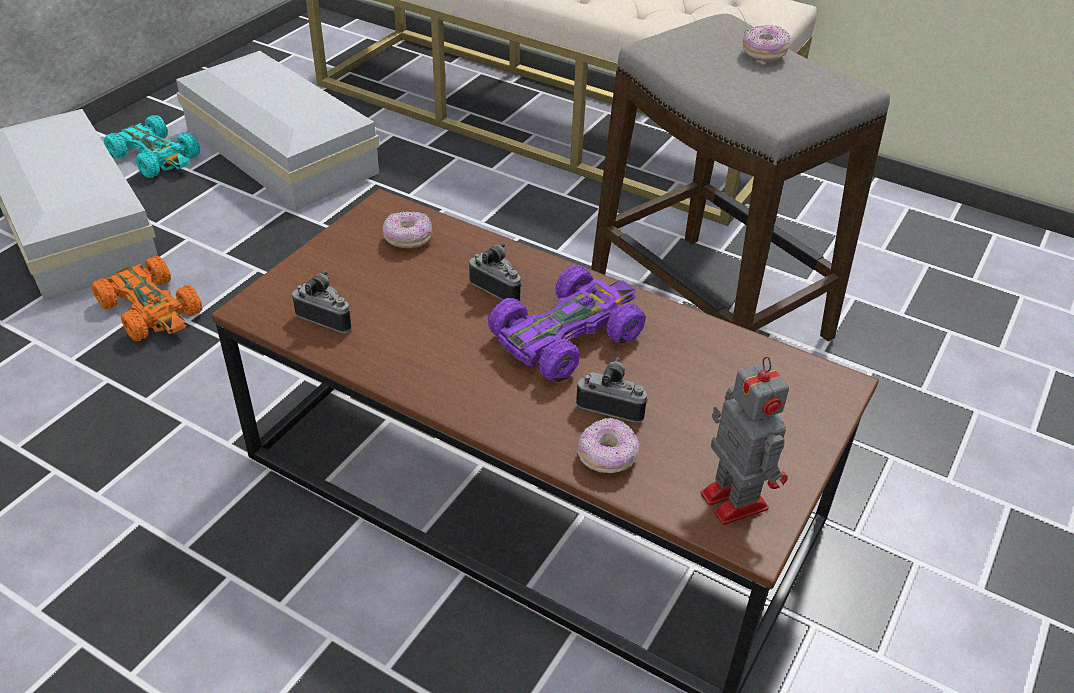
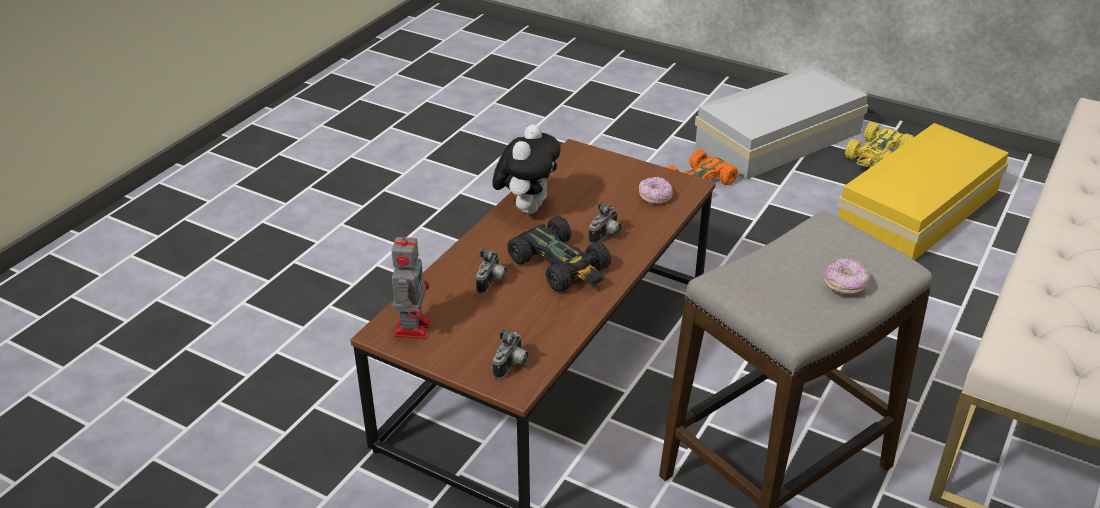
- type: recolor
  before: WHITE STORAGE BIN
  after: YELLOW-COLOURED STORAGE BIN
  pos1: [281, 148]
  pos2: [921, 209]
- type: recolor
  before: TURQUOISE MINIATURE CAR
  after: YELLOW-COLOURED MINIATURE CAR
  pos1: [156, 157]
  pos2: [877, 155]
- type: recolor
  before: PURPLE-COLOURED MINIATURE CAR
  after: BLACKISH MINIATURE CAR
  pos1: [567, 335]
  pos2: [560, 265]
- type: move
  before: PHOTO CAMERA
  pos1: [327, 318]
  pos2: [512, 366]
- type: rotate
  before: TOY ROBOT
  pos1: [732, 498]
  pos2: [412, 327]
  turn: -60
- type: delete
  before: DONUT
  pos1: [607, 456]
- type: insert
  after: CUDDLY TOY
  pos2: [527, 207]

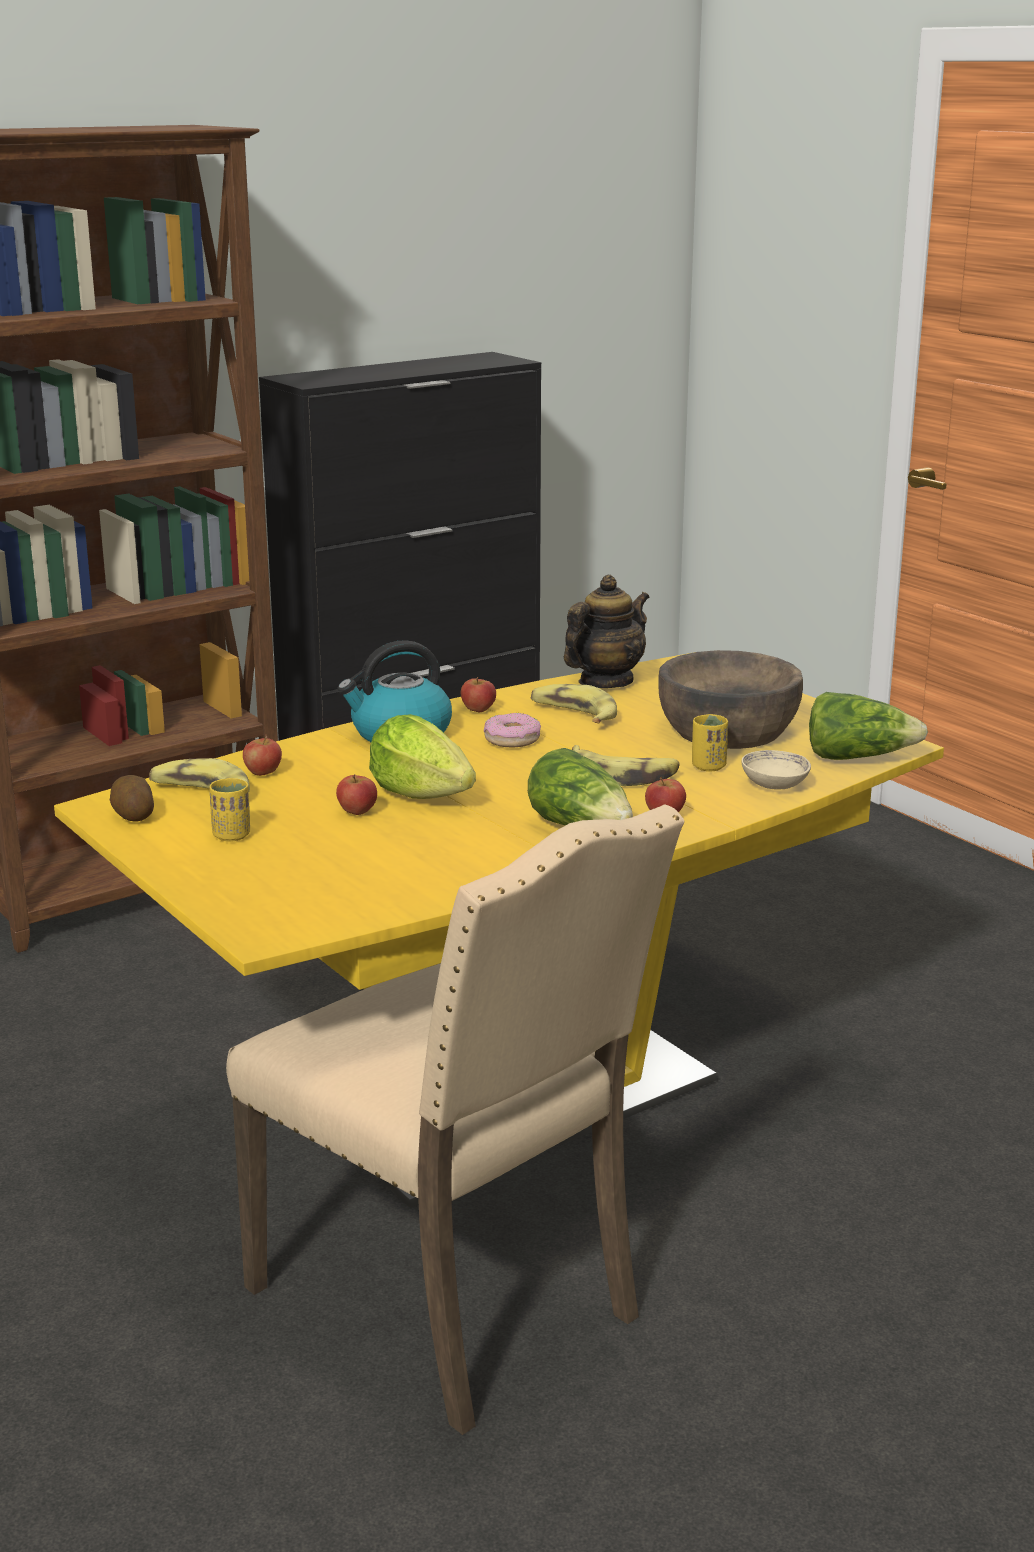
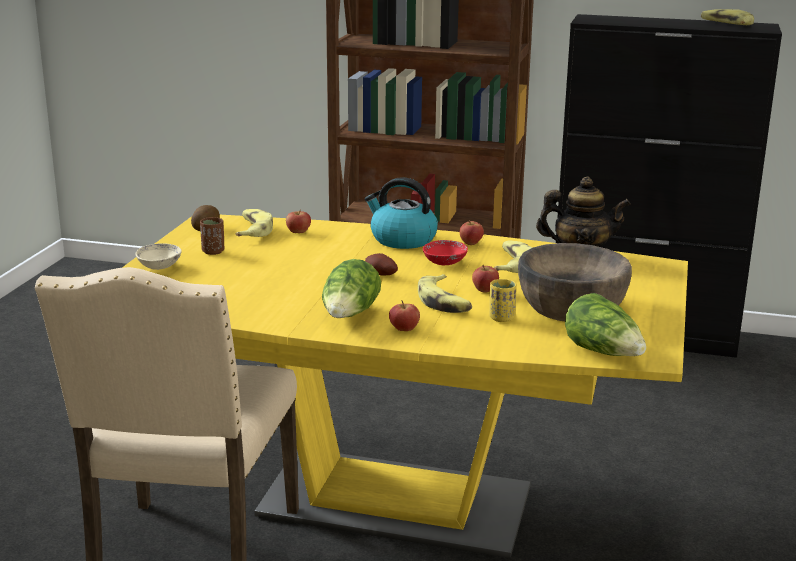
- type: replace
  before: DONUT
  after: REDDISH SERVING BOWL
  pos1: [512, 739]
  pos2: [444, 263]
- type: delete
  before: HEAD OF LETTUCE
  pos1: [421, 794]
- type: move
  before: BEIGE-COLOURED SERVING BOWL
  pos1: [774, 785]
  pos2: [159, 267]
- type: move
  before: APPLE FRUIT
  pos1: [357, 812]
  pos2: [485, 290]
- type: recolor
  before: YELLOW-COLOURED DRINKING CUP
  after: BROWN DRINKING CUP
  pos1: [231, 835]
  pos2: [213, 251]
- type: insert
  after: WHOLE BANANA
  pos2: [726, 24]
- type: insert
  after: WHOLE POTATO
  pos2: [380, 275]

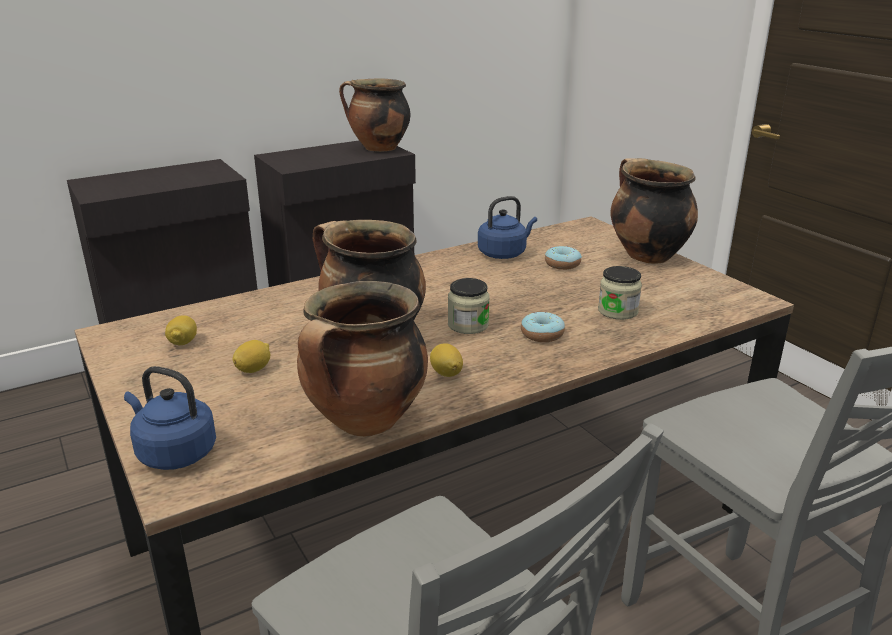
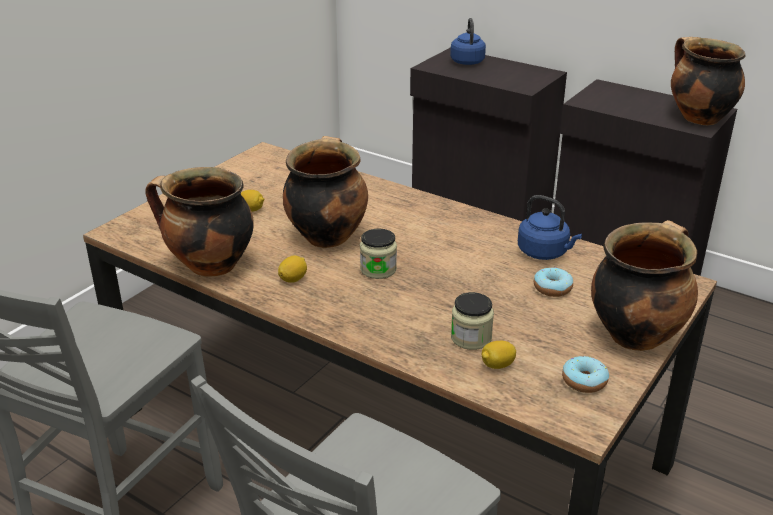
- type: move
  before: DONUT
  pos1: [542, 334]
  pos2: [584, 381]
- type: move
  before: CITRUS FRUIT
  pos1: [183, 342]
  pos2: [497, 365]
- type: move
  before: BLUISH TEA KETTLE
  pos1: [174, 453]
  pos2: [467, 61]

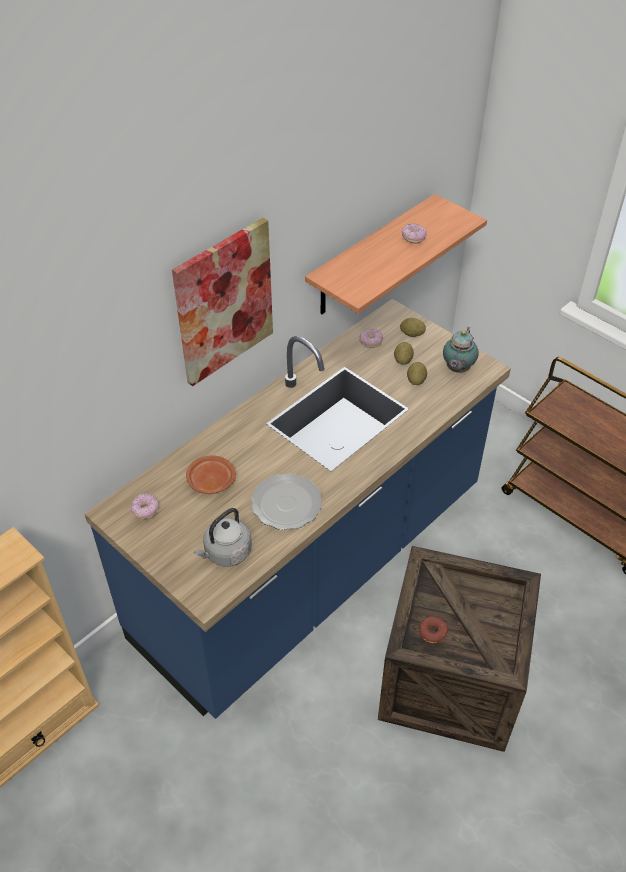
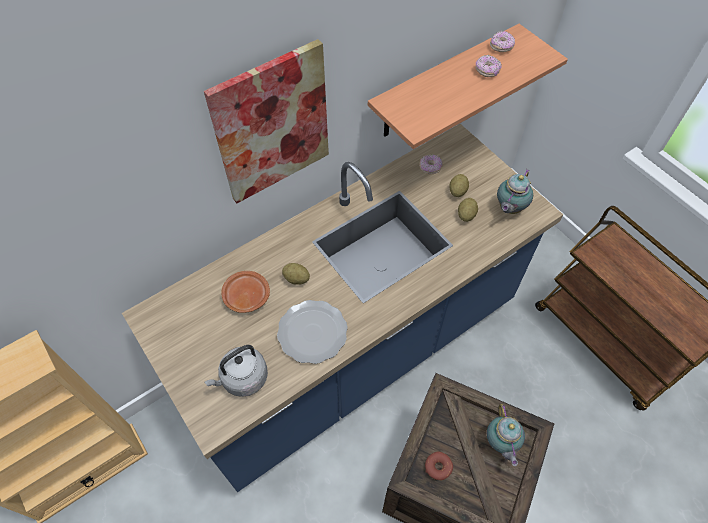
- type: move
  before: WHOLE POTATO
  pos1: [412, 334]
  pos2: [296, 279]
- type: move
  before: DONUT
  pos1: [145, 510]
  pos2: [501, 47]
- type: insert
  after: POT FOR TEA
  pos2: [500, 443]

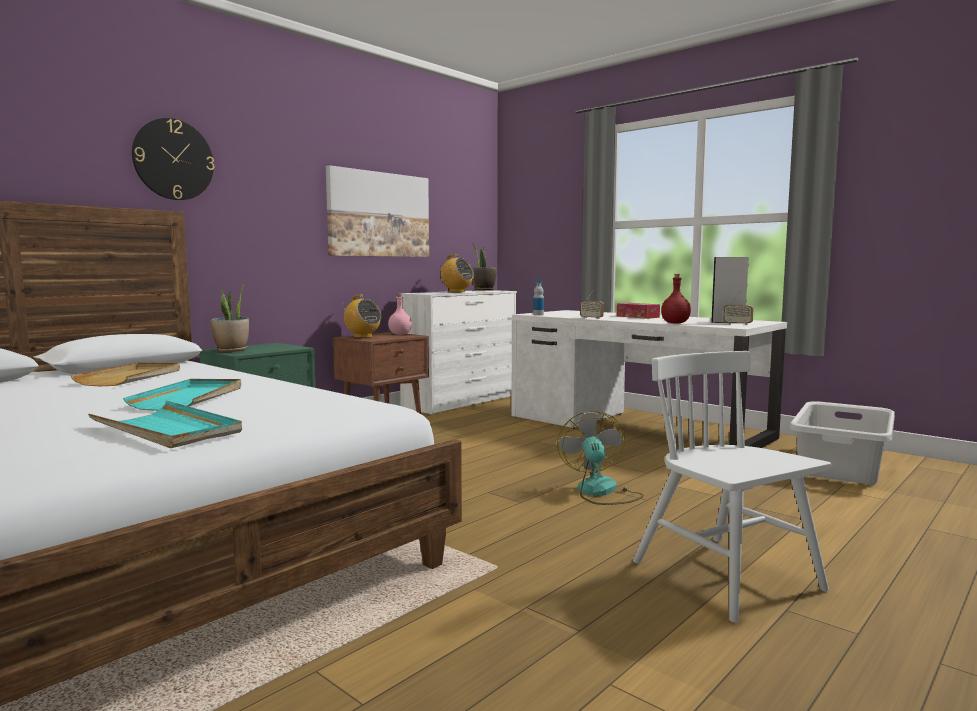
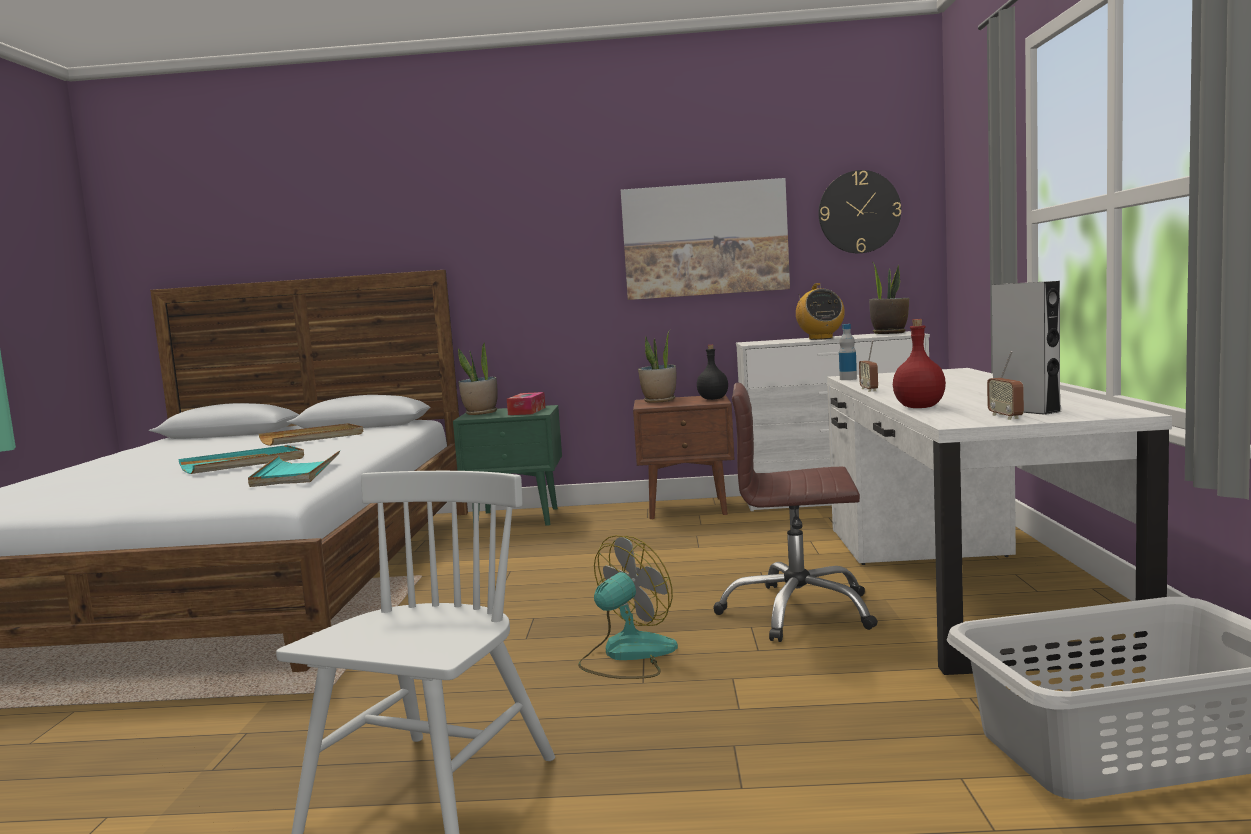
- type: move
  before: WALL CLOCK
  pos1: [173, 159]
  pos2: [859, 212]
- type: recolor
  before: PINK-COLOURED BEVERAGE BOTTLE
  after: BLACKISH BEVERAGE BOTTLE
  pos1: [400, 334]
  pos2: [713, 399]
- type: replace
  before: RADIO
  after: PLANT IN A POT
  pos1: [362, 337]
  pos2: [659, 401]
- type: move
  before: TISSUE HOLDER
  pos1: [637, 317]
  pos2: [527, 411]
- type: move
  before: TURQUOISE TRAY
  pos1: [167, 430]
  pos2: [295, 473]
- type: insert
  after: BROWN OFFICE CHAIR
  pos2: [797, 612]

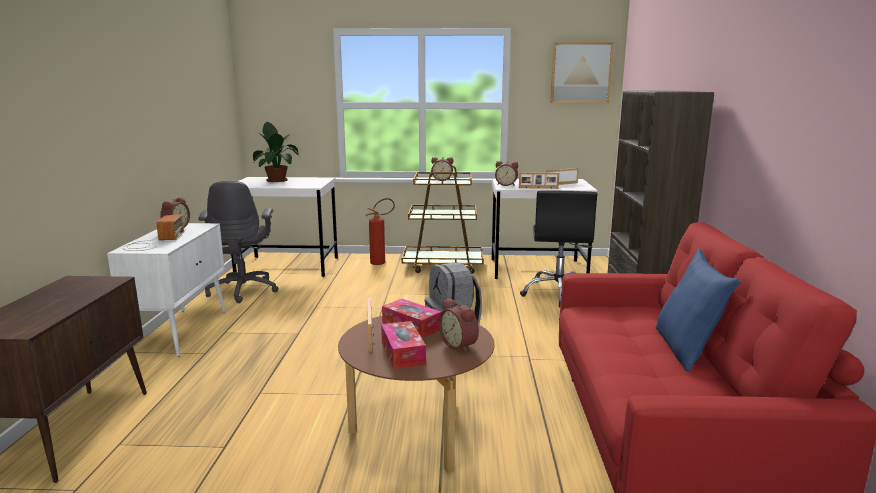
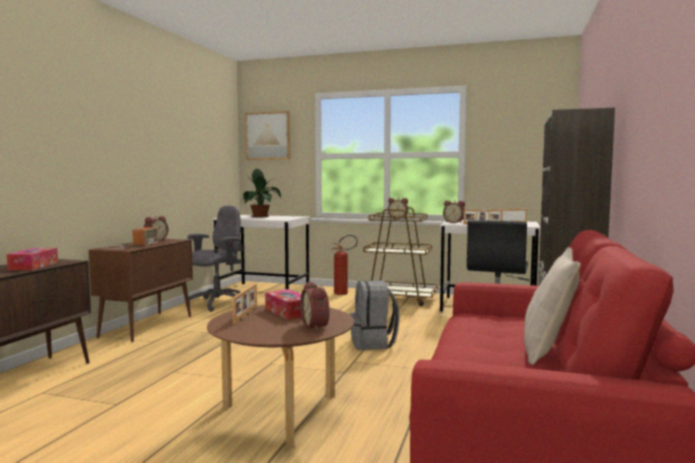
- type: move
  before: PICTURE
  pos1: [581, 72]
  pos2: [268, 136]
- type: rotate
  before: GREYISH OFFICE CHAIR
  pos1: [244, 290]
  pos2: [216, 304]
  turn: -150
- type: recolor
  before: WHITE CUPBOARD
  after: BROWN CUPBOARD
  pos1: [181, 331]
  pos2: [147, 326]
- type: recolor
  before: BLUISH CUSHION
  after: BEIGE-COLOURED CUSHION
  pos1: [687, 349]
  pos2: [548, 349]
- type: move
  before: TISSUE HOLDER
  pos1: [402, 353]
  pos2: [33, 266]

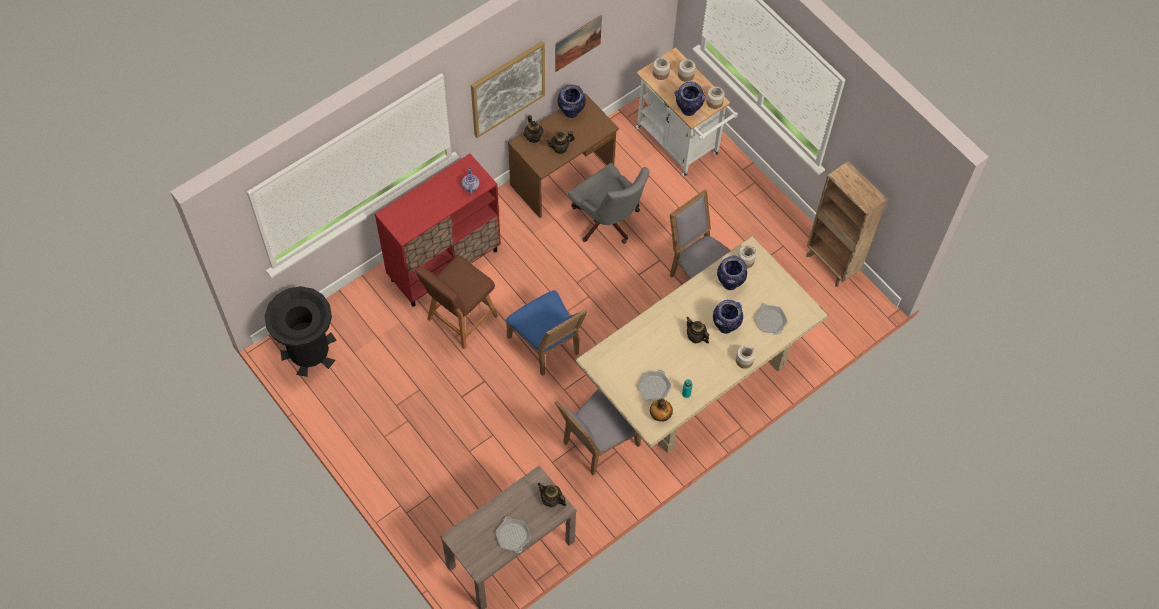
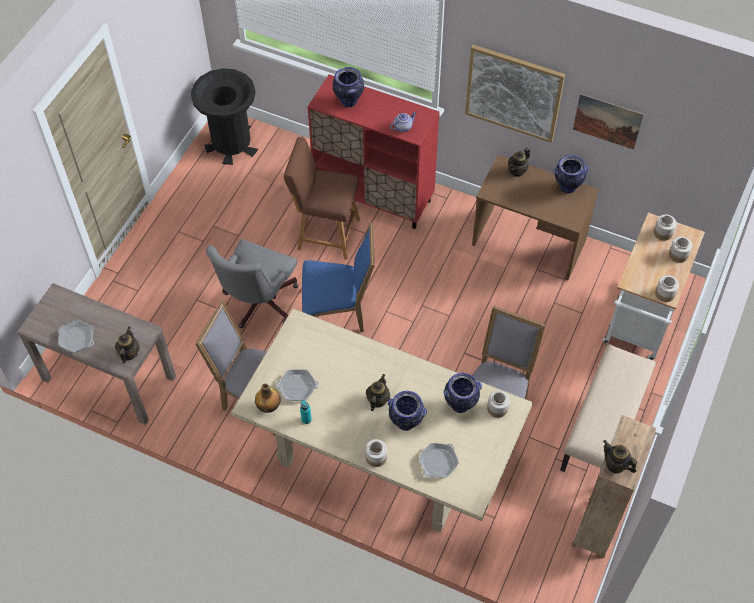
- type: move
  before: FLOWER VASE
  pos1: [688, 110]
  pos2: [348, 101]
- type: move
  before: POT FOR TEA
  pos1: [560, 148]
  pos2: [615, 465]
- type: move
  before: GREYISH OFFICE CHAIR
  pos1: [607, 222]
  pos2: [258, 304]
- type: rotate
  before: BLUISH PLAIN CHAIR
  pos1: [547, 347]
  pos2: [338, 312]
  turn: -120
- type: rotate
  before: PAN
  pos1: [513, 536]
  pos2: [77, 338]
  turn: -105
- type: insert
  after: BEIGE-COLOURED LONG SEAT
  pos2: [603, 428]

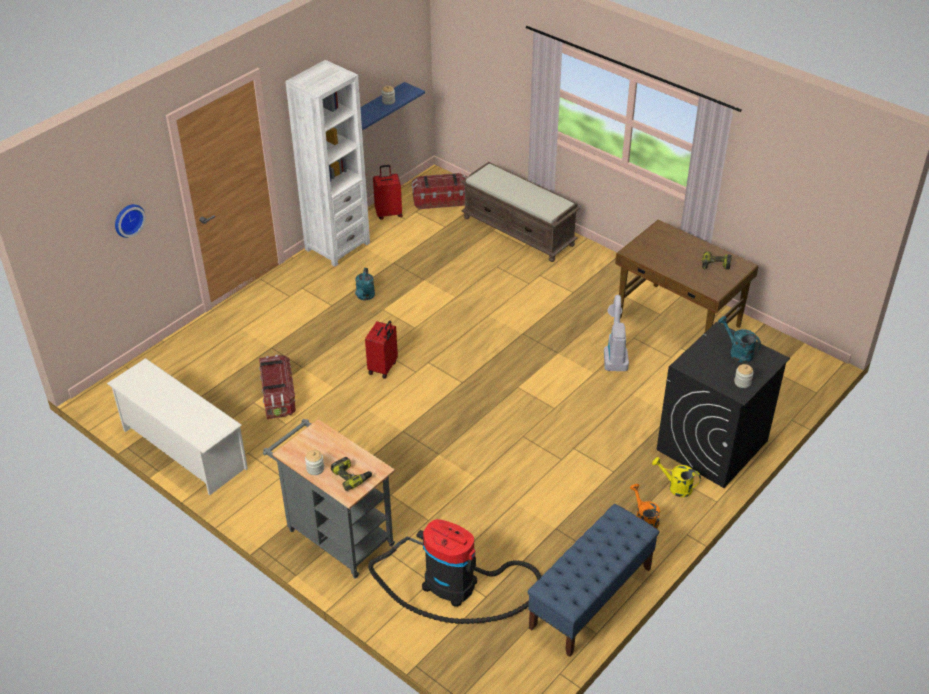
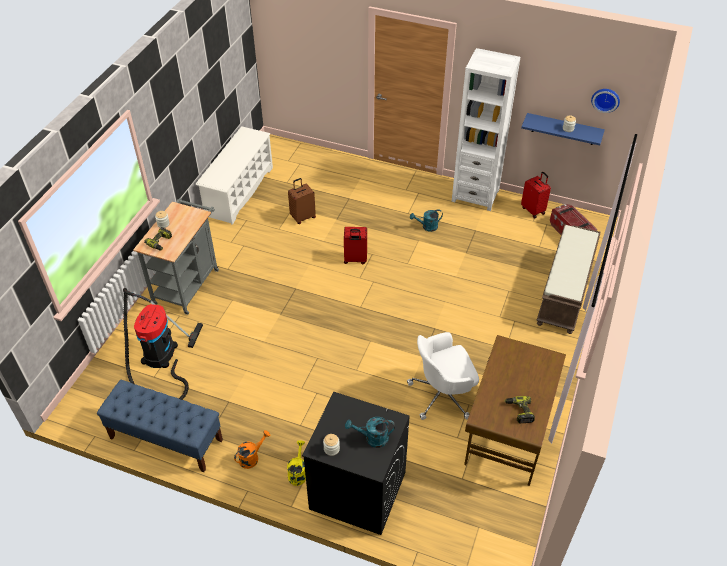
- type: move
  before: WALL CLOCK
  pos1: [128, 219]
  pos2: [605, 99]
- type: replace
  before: VACUUM CLEANER
  after: WHITE OFFICE CHAIR
  pos1: [614, 352]
  pos2: [443, 394]
- type: rotate
  before: TURQUOISE WATERING CAN
  pos1: [737, 352]
  pos2: [372, 438]
  turn: -120
- type: replace
  before: STORAGE BIN
  after: BROWN PIECE OF LUGGAGE
  pos1: [278, 397]
  pos2: [303, 217]

